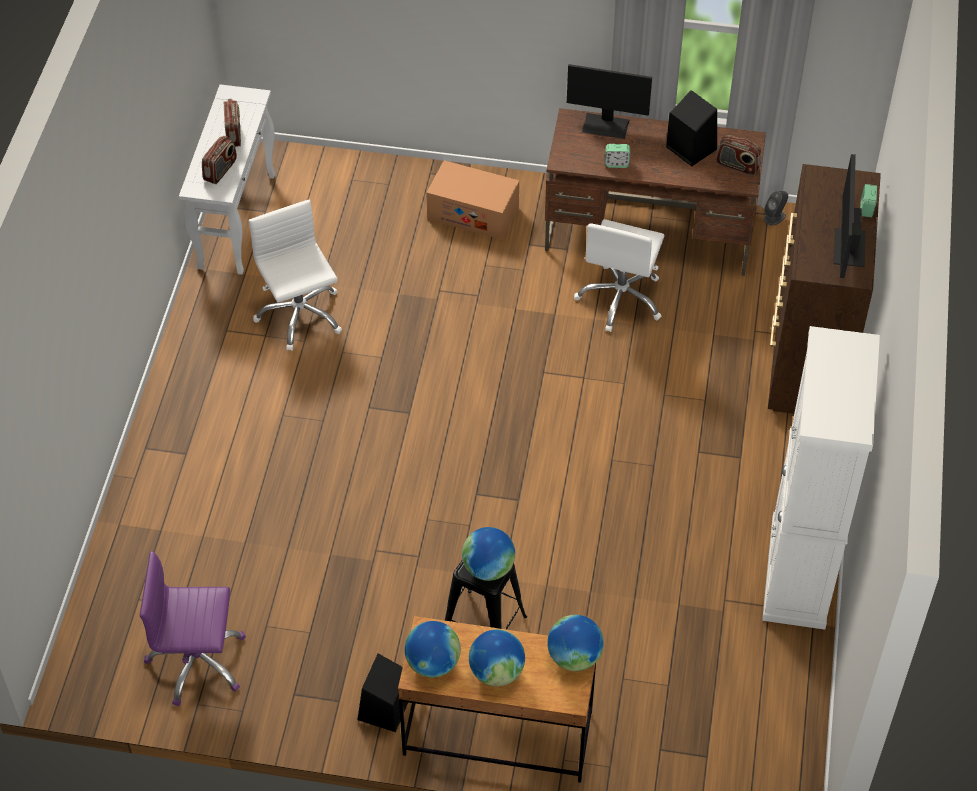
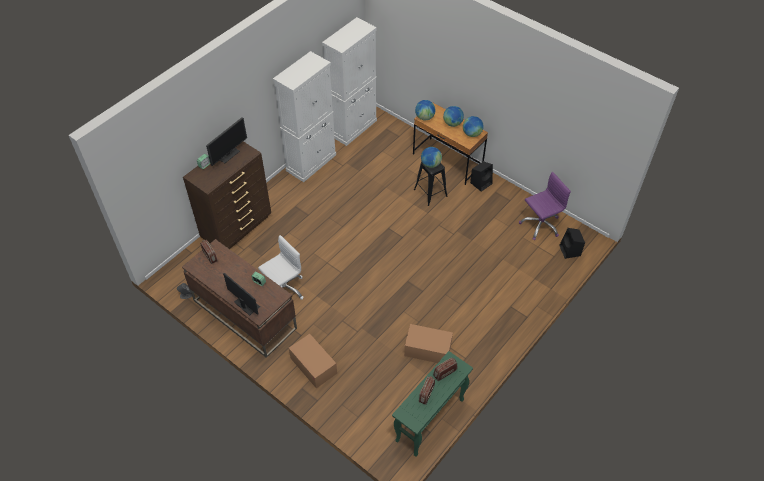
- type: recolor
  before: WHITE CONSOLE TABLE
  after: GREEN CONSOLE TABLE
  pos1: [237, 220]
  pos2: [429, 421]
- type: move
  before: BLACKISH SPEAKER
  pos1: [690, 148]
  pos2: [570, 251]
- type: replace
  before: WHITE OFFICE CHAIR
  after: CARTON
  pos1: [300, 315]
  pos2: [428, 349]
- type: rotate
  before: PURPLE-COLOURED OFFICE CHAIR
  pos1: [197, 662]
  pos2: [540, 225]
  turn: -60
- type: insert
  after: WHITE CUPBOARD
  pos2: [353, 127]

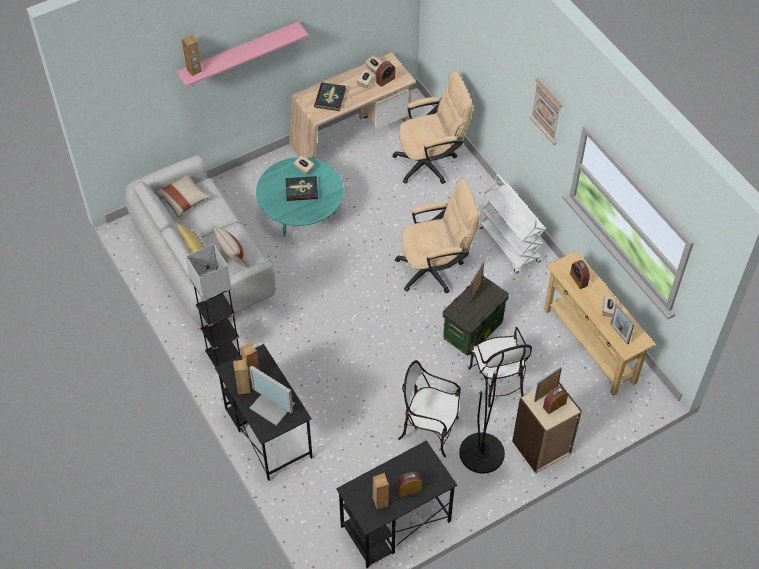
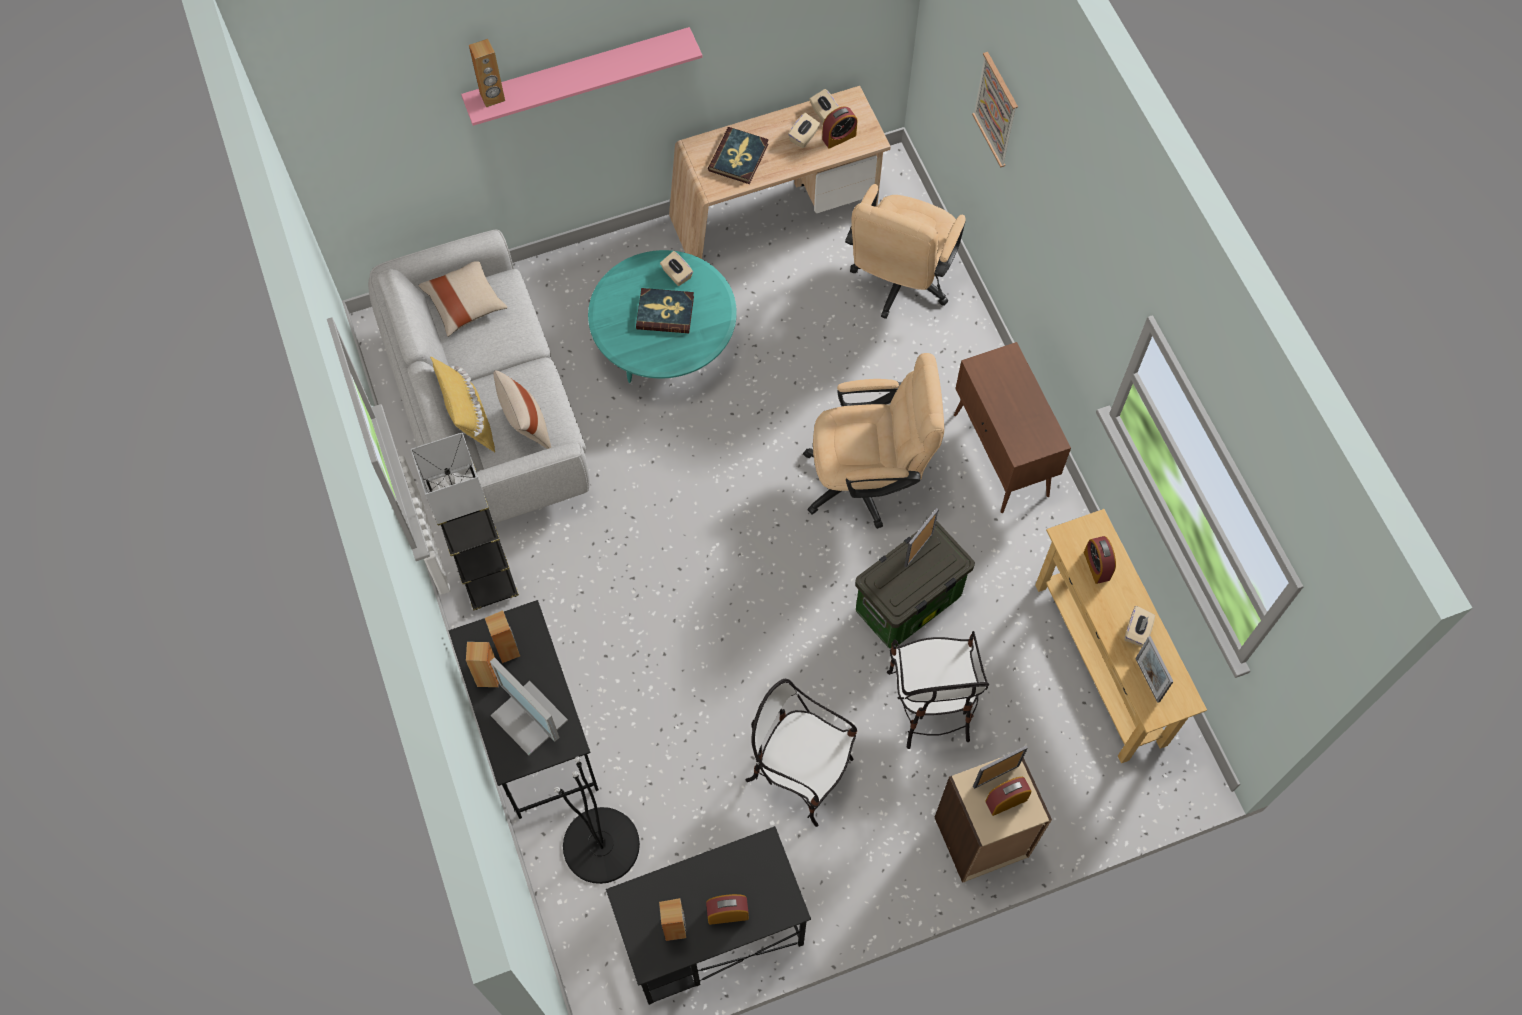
- type: rotate
  before: BEIGE-COLOURED OFFICE CHAIR
  pos1: [431, 162]
  pos2: [899, 283]
  turn: 120
- type: move
  before: PICTURE
  pos1: [546, 111]
  pos2: [996, 109]
- type: replace
  before: WHITE TROLLEY
  after: BROWN CUPBOARD
  pos1: [510, 245]
  pos2: [1001, 456]
- type: move
  before: BLACKISH STANDING LAMP
  pos1: [481, 453]
  pos2: [601, 845]

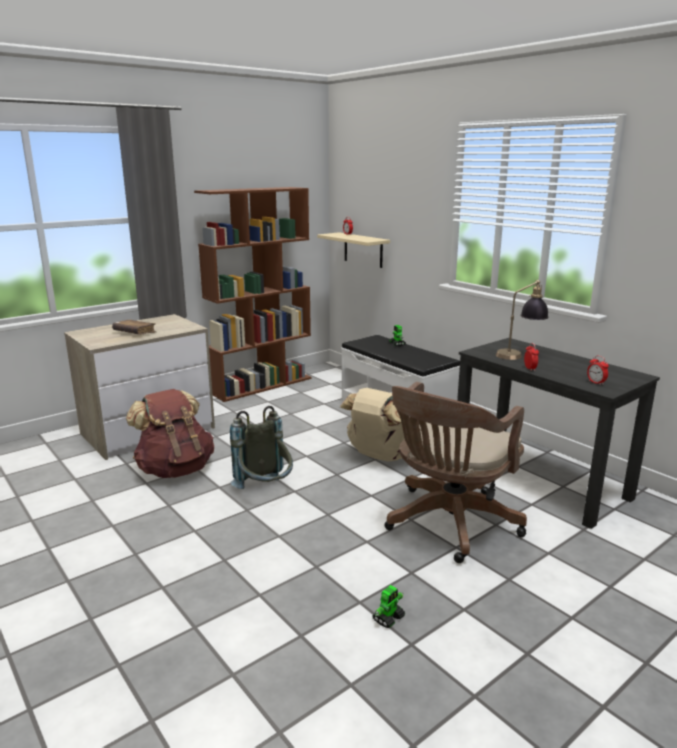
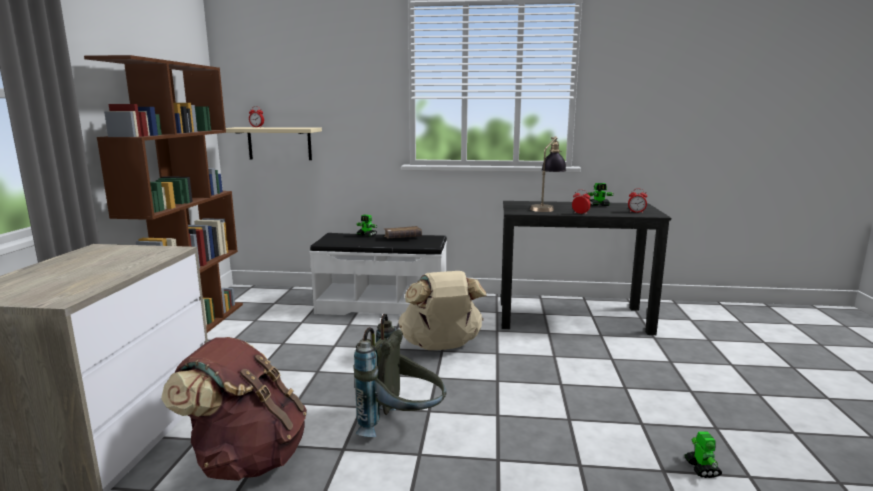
- type: move
  before: BROWN VOLUME
  pos1: [134, 332]
  pos2: [402, 238]
- type: delete
  before: BROWN OFFICE CHAIR
  pos1: [448, 524]
- type: insert
  after: TOY ROBOT
  pos2: [599, 205]

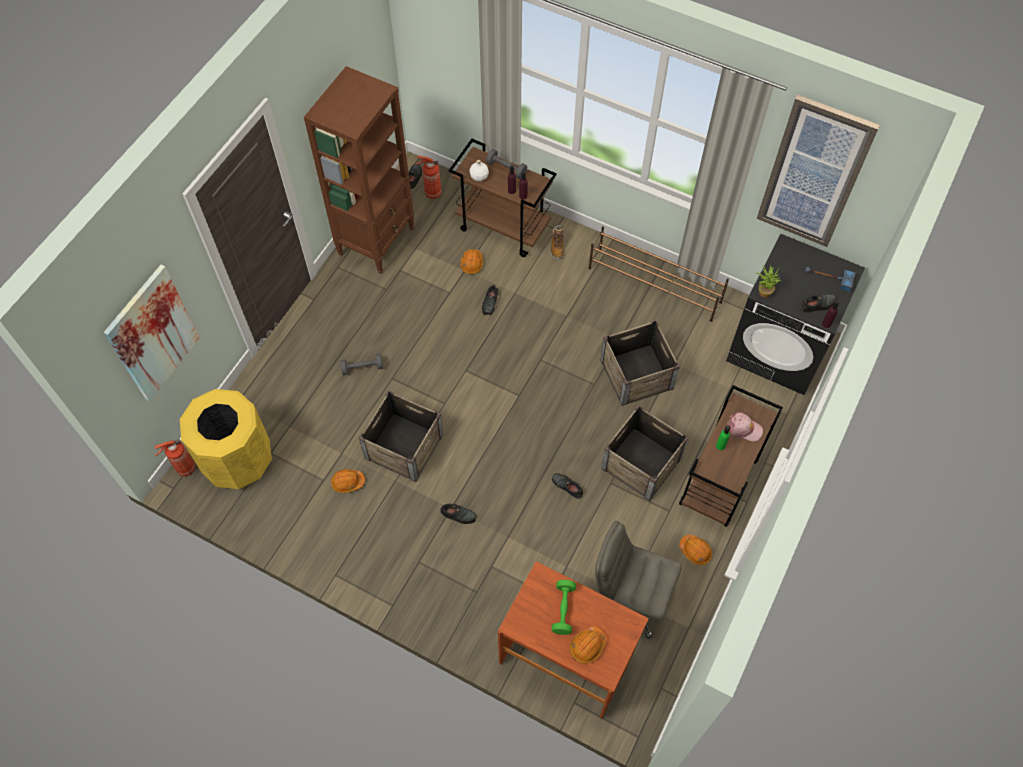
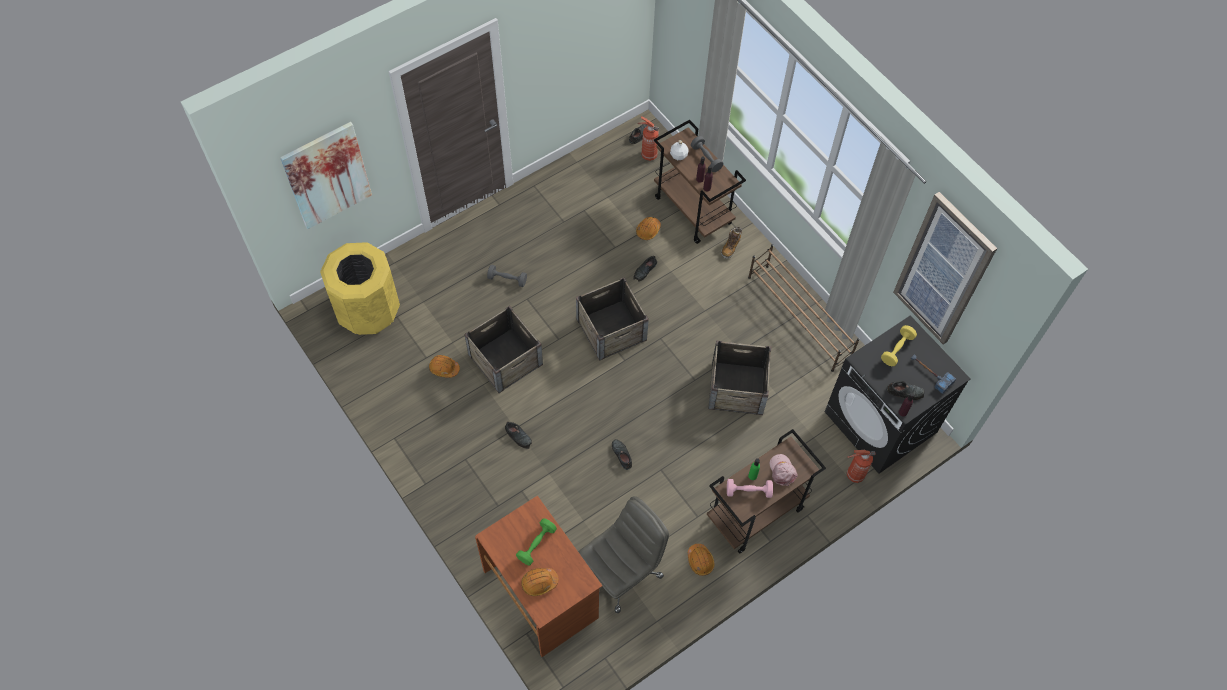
- type: delete
  before: BROWN BOOKSHELF
  pos1: [377, 240]
- type: delete
  before: PLANT IN A POT
  pos1: [763, 291]
- type: move
  before: SHIPPING CRATE
  pos1: [641, 462]
  pos2: [611, 329]
- type: rotate
  before: PINK-COLOURED CAP
  pos1: [744, 428]
  pos2: [782, 471]
  turn: -150
- type: move
  before: FIRE-FIGHTING CYLINDER
  pos1: [185, 469]
  pos2: [854, 475]
- type: rotate
  before: GREYISH OFFICE CHAIR
  pos1: [629, 597]
  pos2: [621, 571]
  turn: 90
- type: insert
  after: YELLOW-COLOURED FREE WEIGHT
  pos2: [897, 349]
- type: insert
  after: PINK-COLOURED FREE WEIGHT
  pos2: [748, 491]

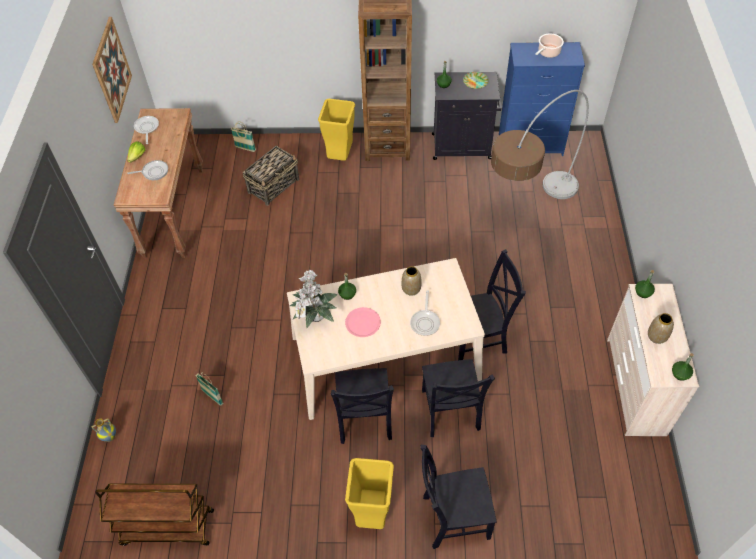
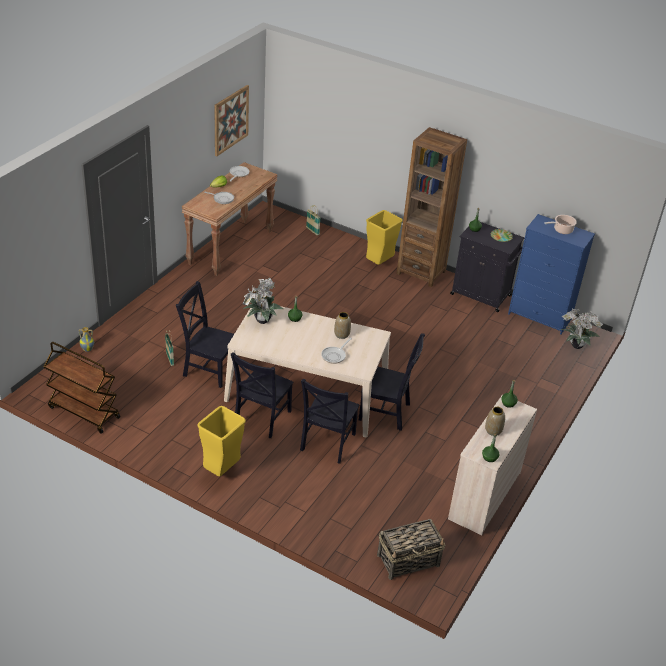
- type: delete
  before: STANDING LAMP
  pos1: [528, 212]
- type: move
  before: HOUSEHOLD BASKET
  pos1: [274, 185]
  pos2: [409, 560]
- type: delete
  before: PINK-COLOURED DINNER PLATE
  pos1: [363, 322]
- type: move
  before: BLACKISH PLAIN CHAIR
  pos1: [452, 517]
  pos2: [208, 369]
- type: insert
  after: PLANT IN A POT
  pos2: [575, 345]

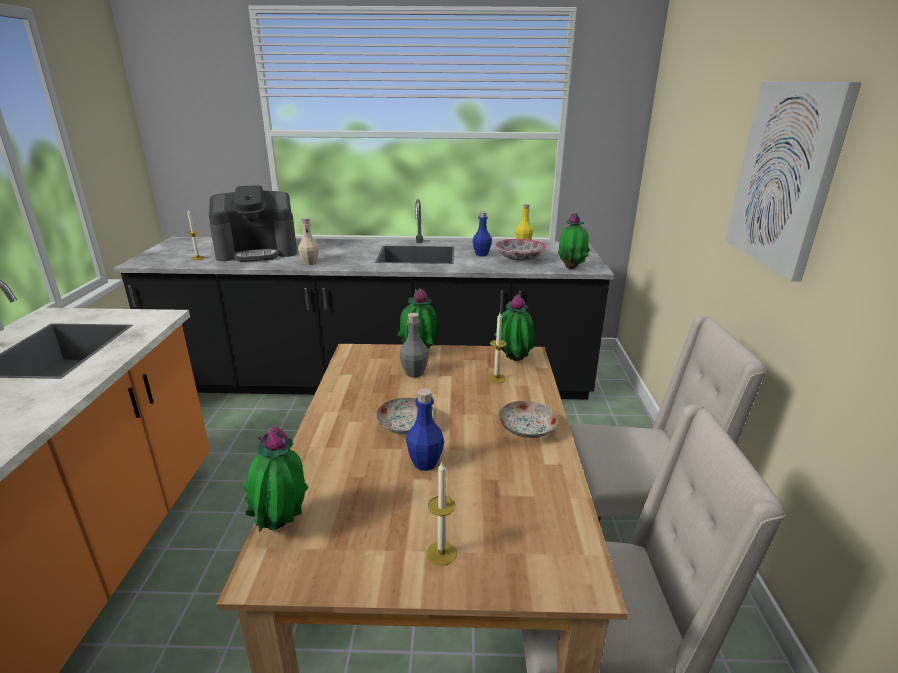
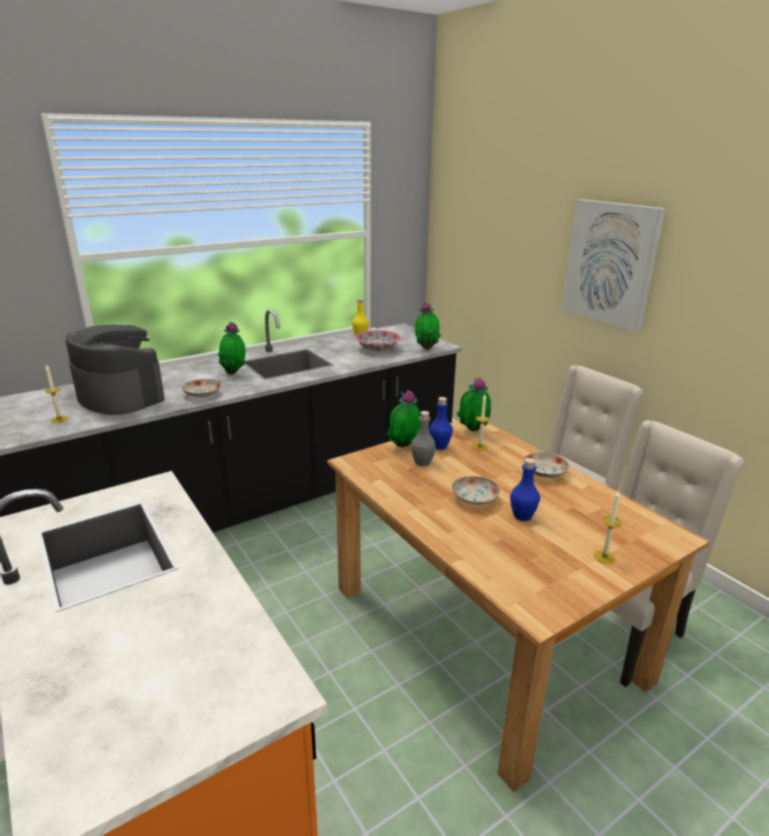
- type: rotate
  before: COFFEE MAKER
  pos1: [258, 252]
  pos2: [120, 396]
  turn: -90
- type: move
  before: BLUISH BEVERAGE BOTTLE
  pos1: [481, 254]
  pos2: [439, 446]
- type: replace
  before: BEIGE-COLOURED BEVERAGE BOTTLE
  after: DINNER PLATE
  pos1: [310, 263]
  pos2: [201, 394]
- type: move
  before: PLANT IN A POT
  pos1: [282, 526]
  pos2: [234, 373]

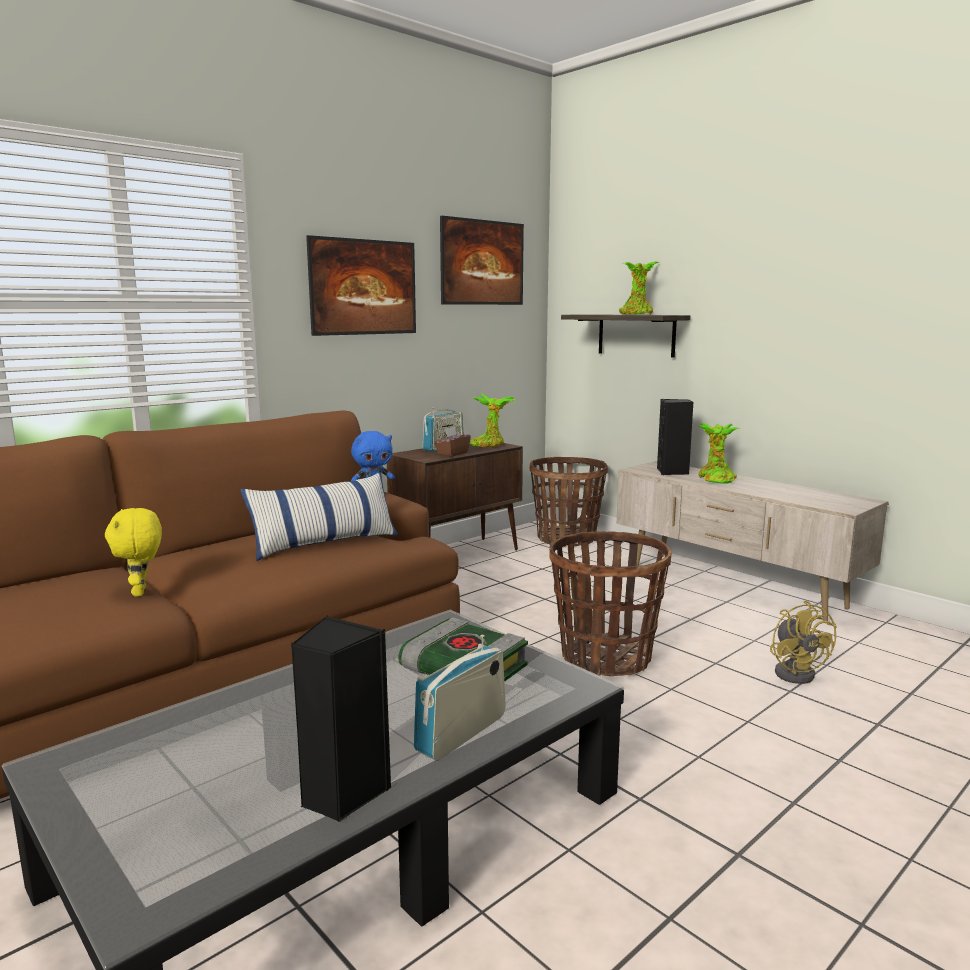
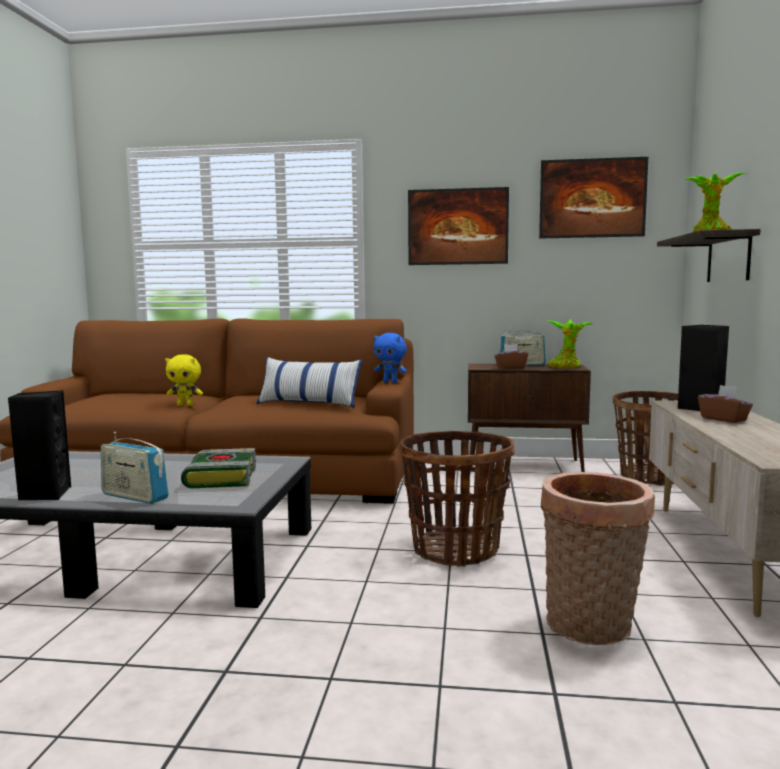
- type: replace
  before: PLANT IN A POT
  after: BROWN TISSUE HOLDER
  pos1: [715, 479]
  pos2: [723, 419]
- type: rotate
  before: YELLOW-COLOURED CUDDLY TOY
  pos1: [141, 592]
  pos2: [185, 405]
  turn: -120
- type: replace
  before: YELLOW-COLOURED COOLING FAN
  after: HOUSEHOLD BASKET
  pos1: [796, 672]
  pos2: [591, 627]
- type: rotate
  before: RADIO
  pos1: [461, 733]
  pos2: [134, 496]
  turn: -150

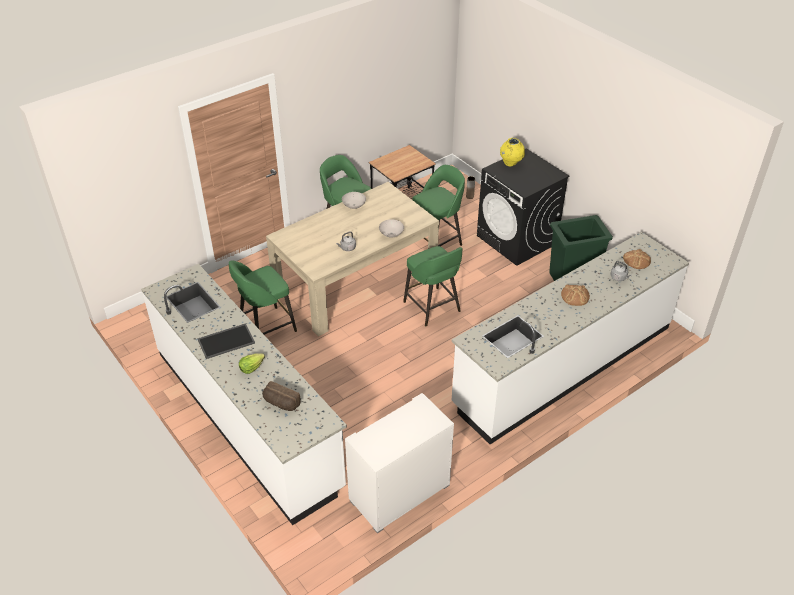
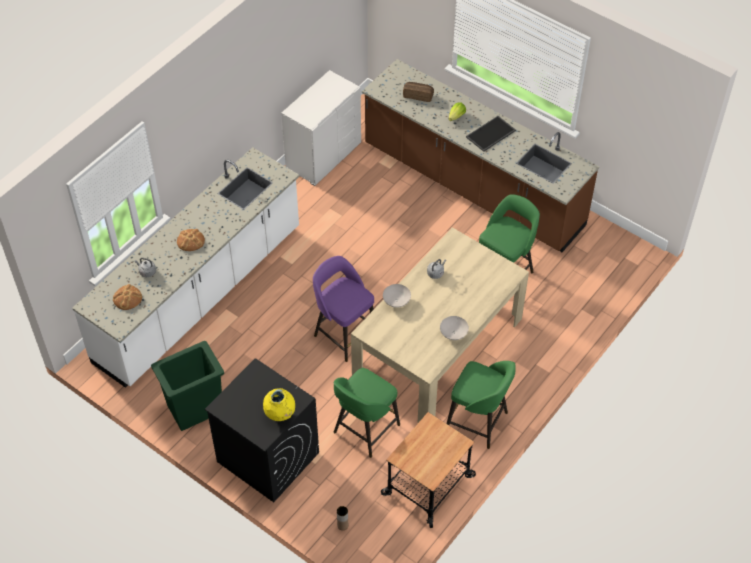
- type: recolor
  before: GREEN SITTING STOOL
  after: PURPLE-COLOURED SITTING STOOL
  pos1: [432, 307]
  pos2: [344, 334]
- type: recolor
  before: WHITE COUNTER
  after: BROWN COUNTER
  pos1: [247, 417]
  pos2: [472, 186]

